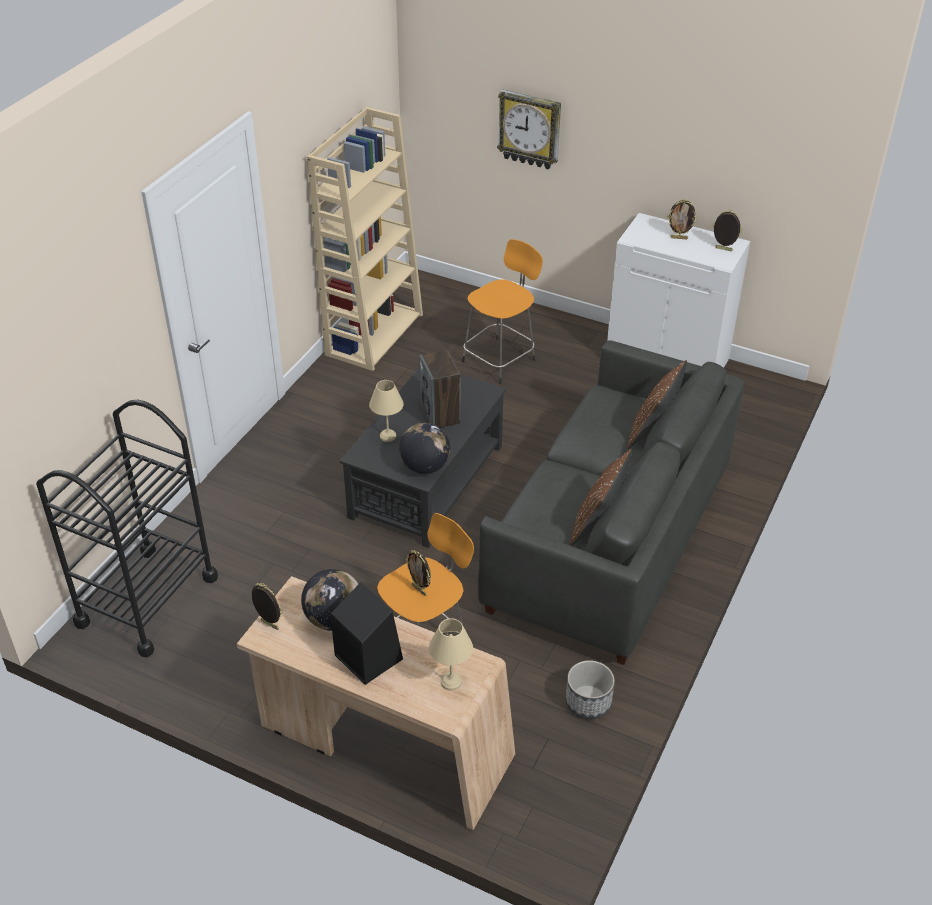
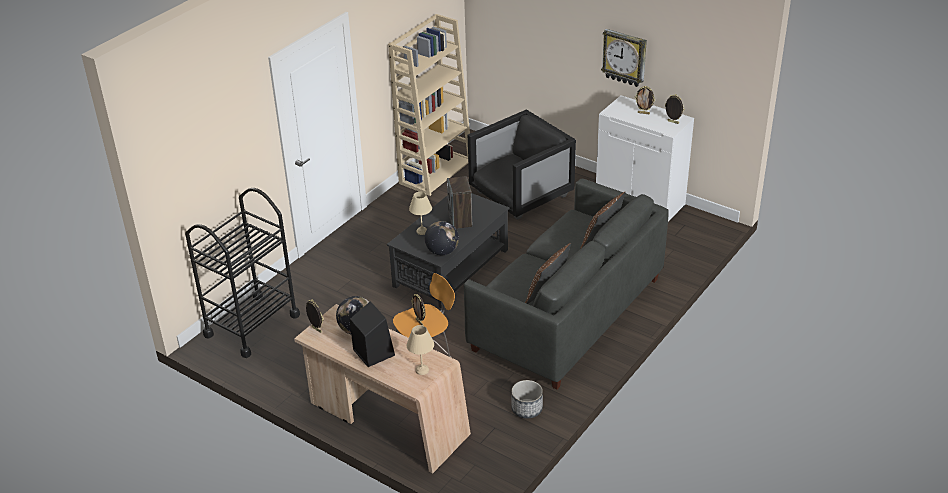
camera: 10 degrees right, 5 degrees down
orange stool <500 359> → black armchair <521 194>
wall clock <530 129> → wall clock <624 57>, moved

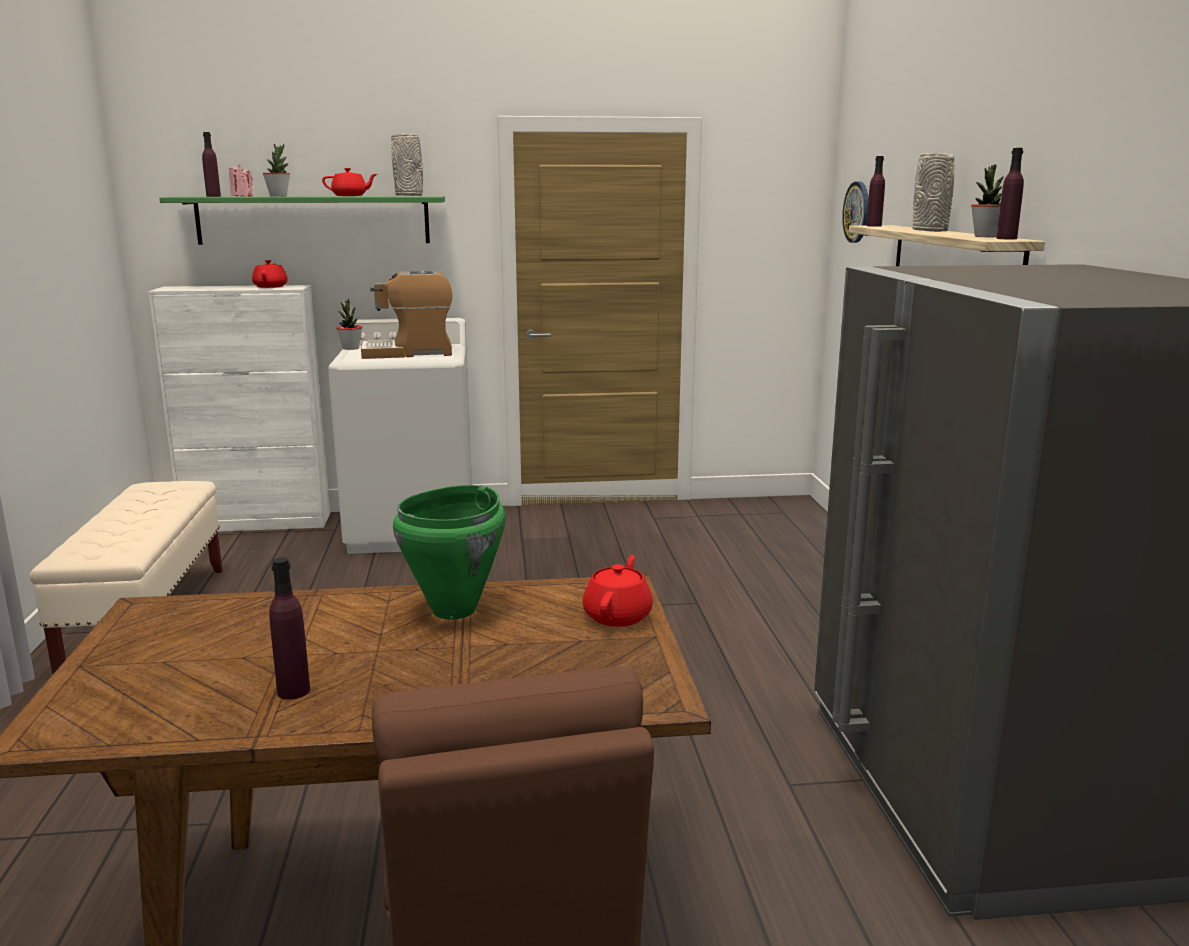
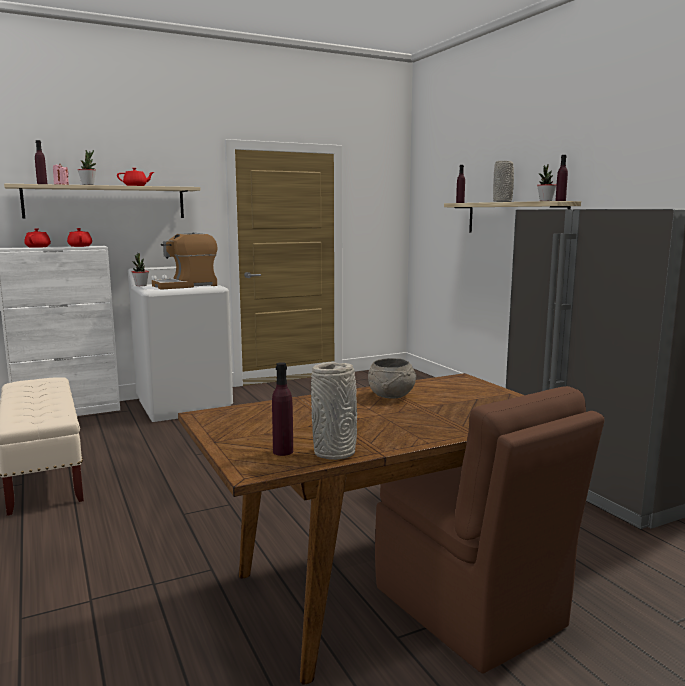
camera: 20 degrees left, 5 degrees down
green shelf <313 220> → beige shelf <106 202>
purple bottle <293 691> → purple bottle <283 451>, moved
grey vase <410 196> → grey vase <335 453>, moved
green cooking pot <455 610> → grey bowl <392 395>
red teapot <618 616> → red teapot <38 247>, moved
wall clock <857 212> → -

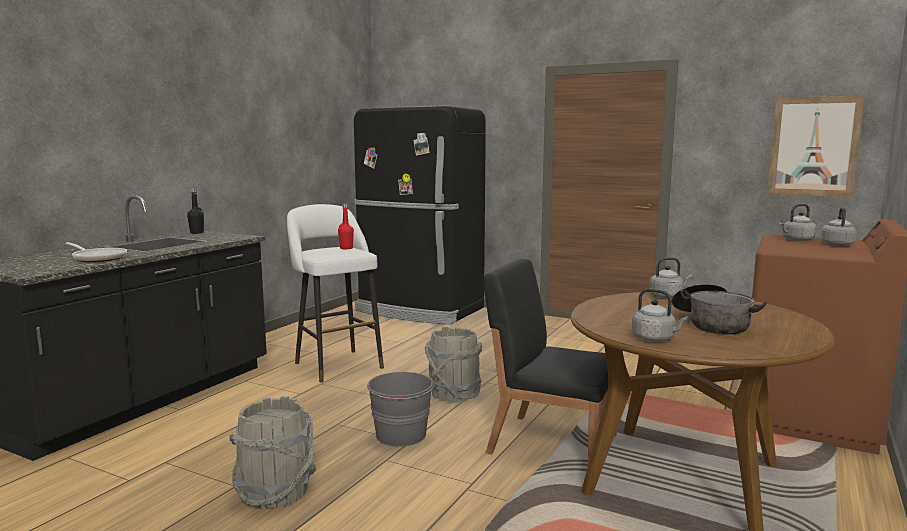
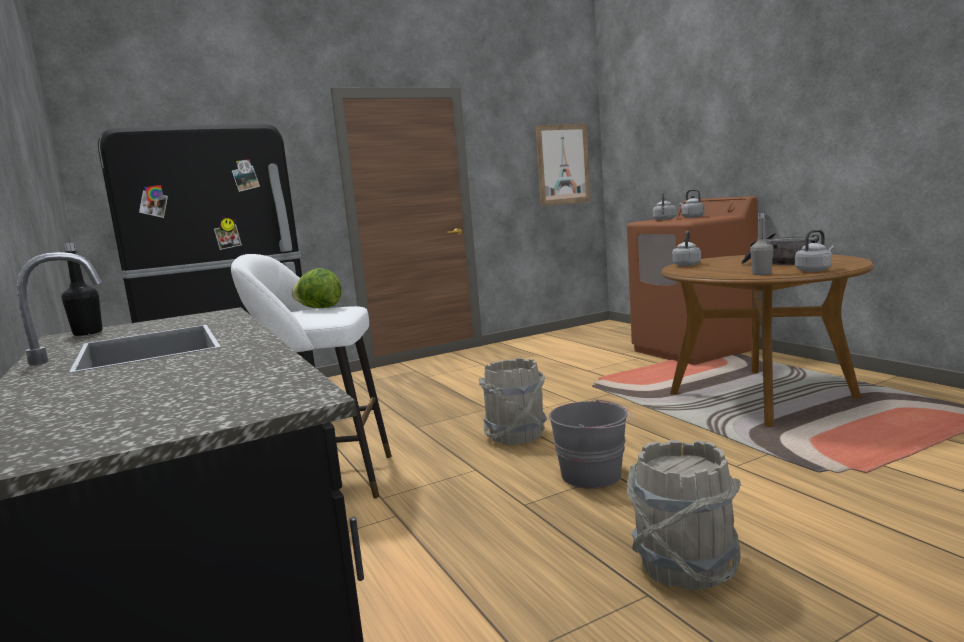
camera: 55 degrees left, 0 degrees up
frying pan <98 258> → -
red bottle <346 248> → lettuce <319 308>
black chair <551 443> → -
- → grey bottle <761 274>

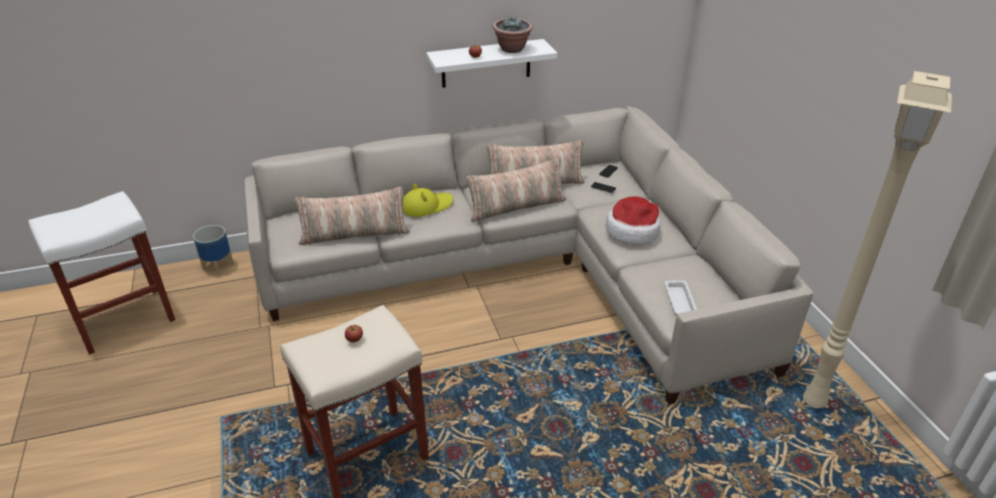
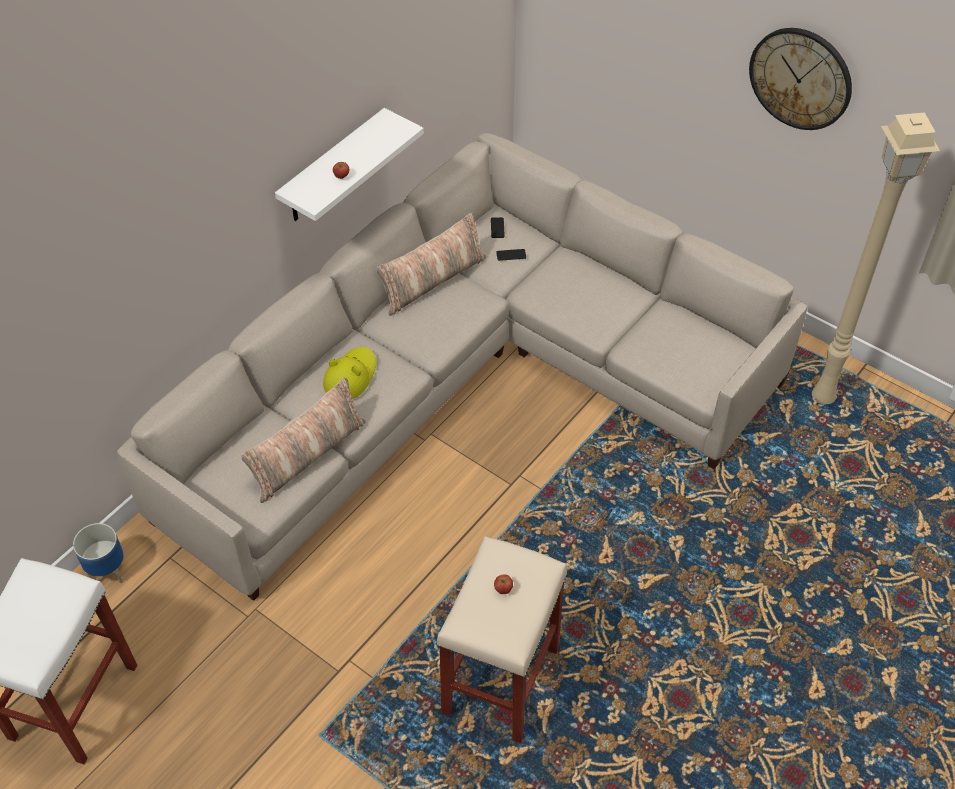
camera: 35 degrees left, 15 degrees up
pillow <516 207> → -
potted plant <512 49> → -
hat <632 230> → -
white tray <679 300> → -
- → wall clock <800 78>

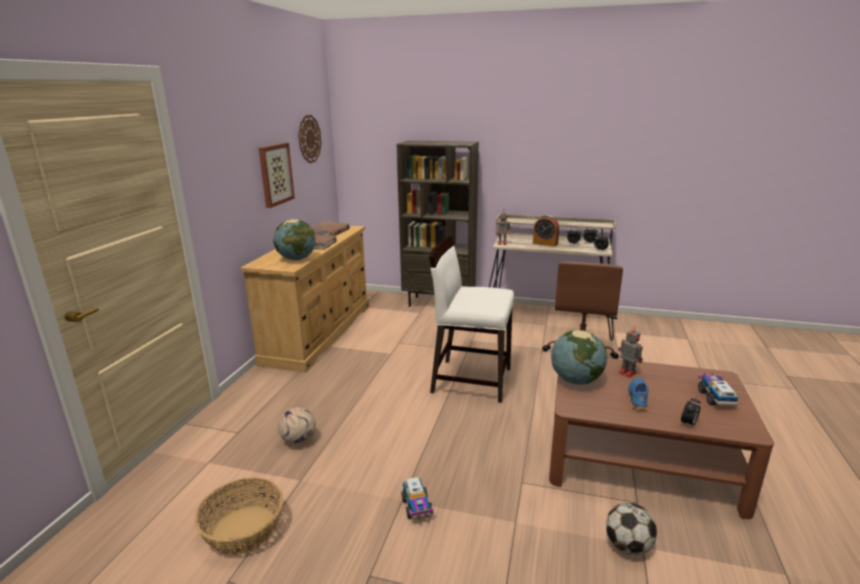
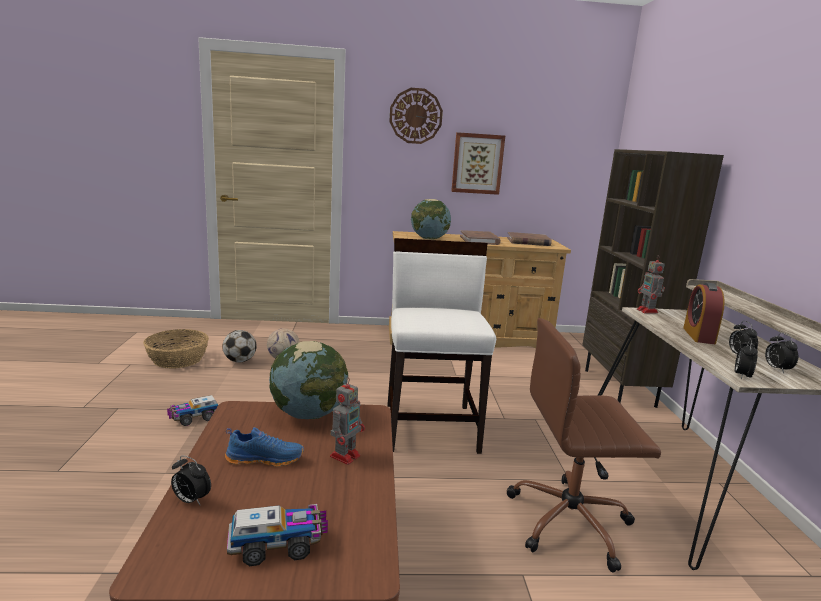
camera: 70 degrees right, 5 degrees down
wall clock <309 139> → wall clock <415 116>, moved
football <627 546> → football <240 361>, moved

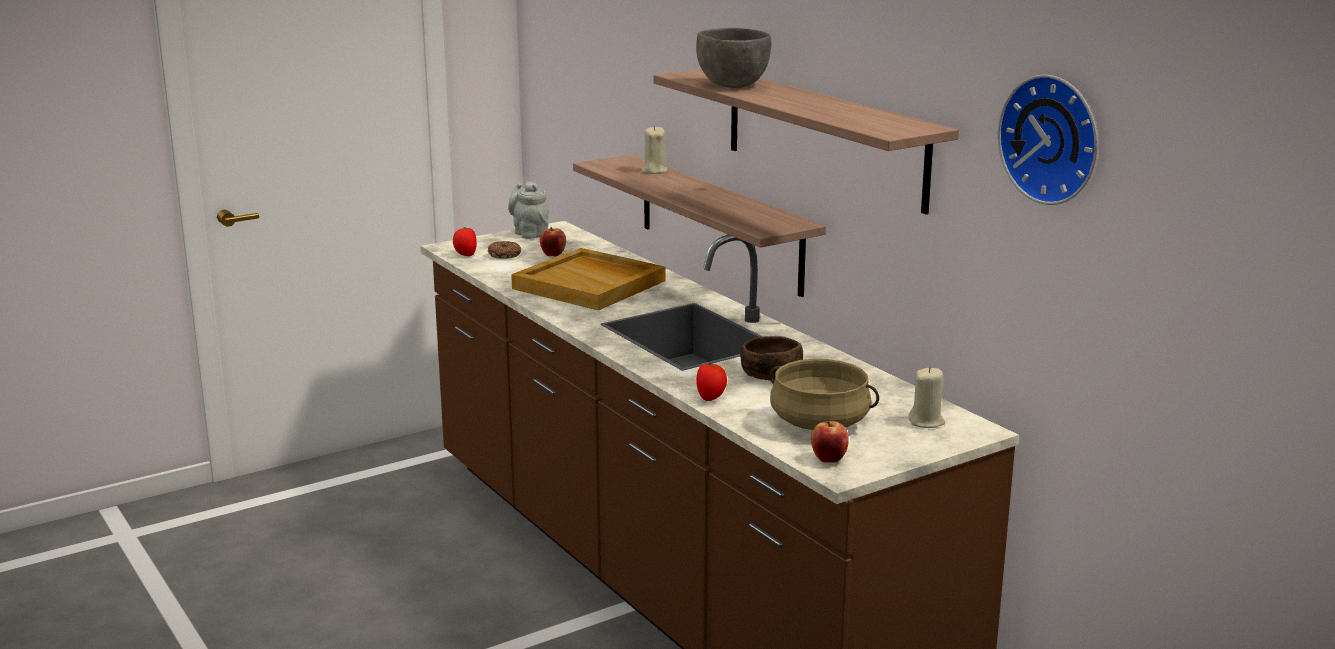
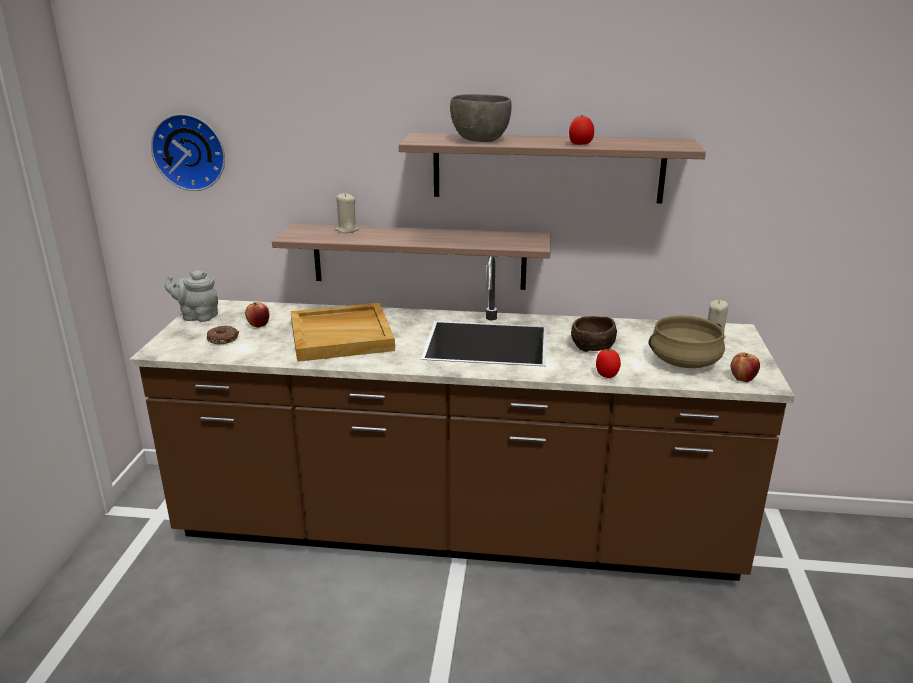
camera: 50 degrees left, 5 degrees up
tomato <465 255> → tomato <580 144>, moved
wall clock <1054 138> → wall clock <190 151>, moved

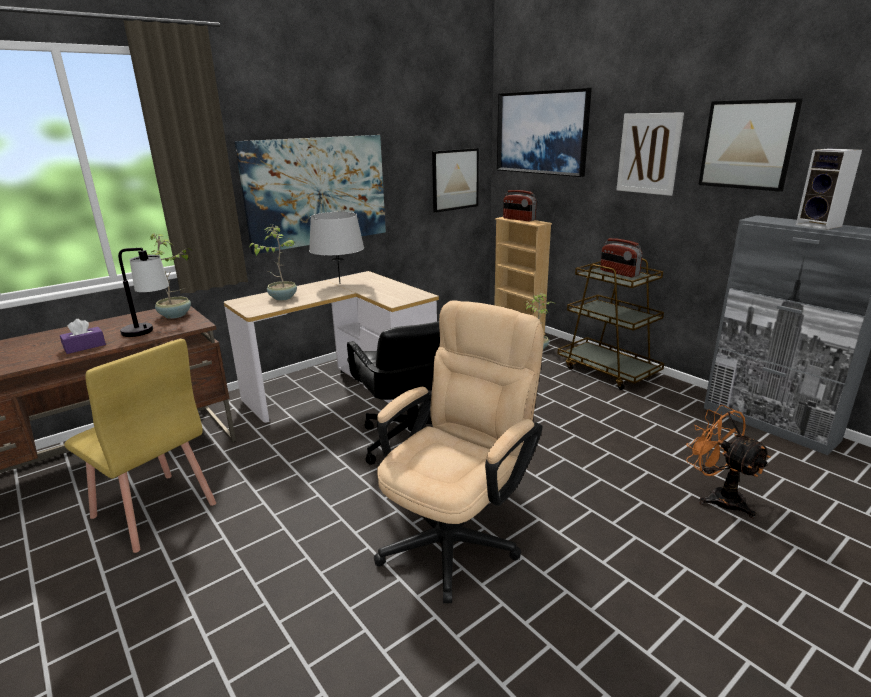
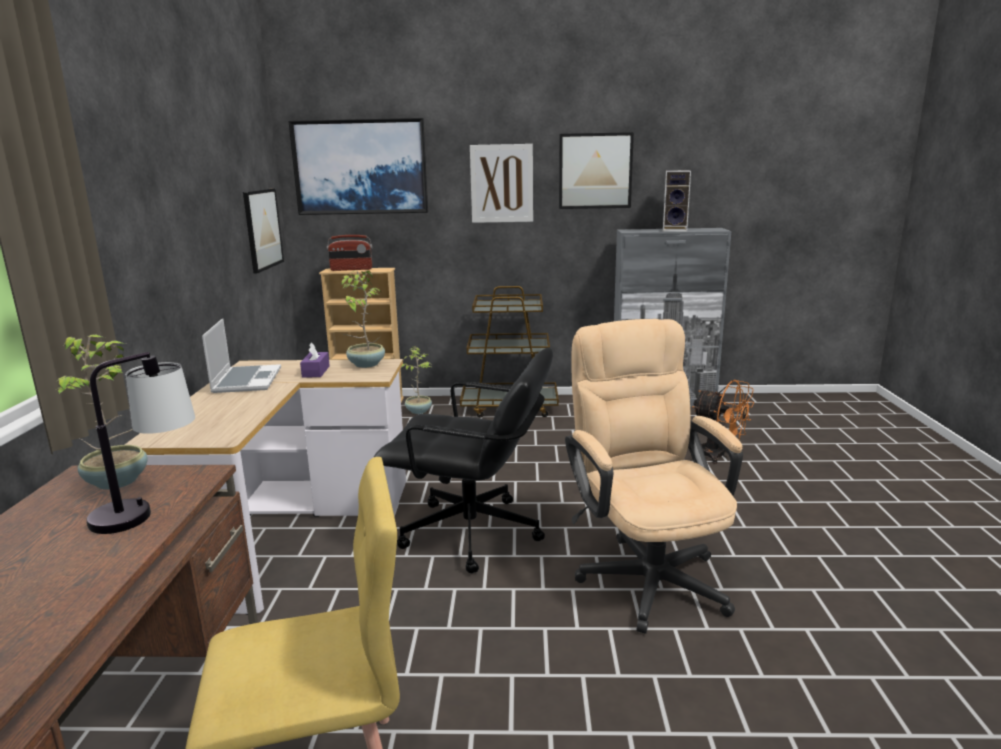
camera: 50 degrees left, 5 degrees down
purple tissue box <85 346> → purple tissue box <316 372>, moved
picture <317 191> → -
potted plant <282 297> → potted plant <365 364>, moved
grey table lamp <340 283> → laptop <246 380>
radio <619 273> → -
orange fan <718 497> → orange fan <719 455>, 150 degrees counterclockwise

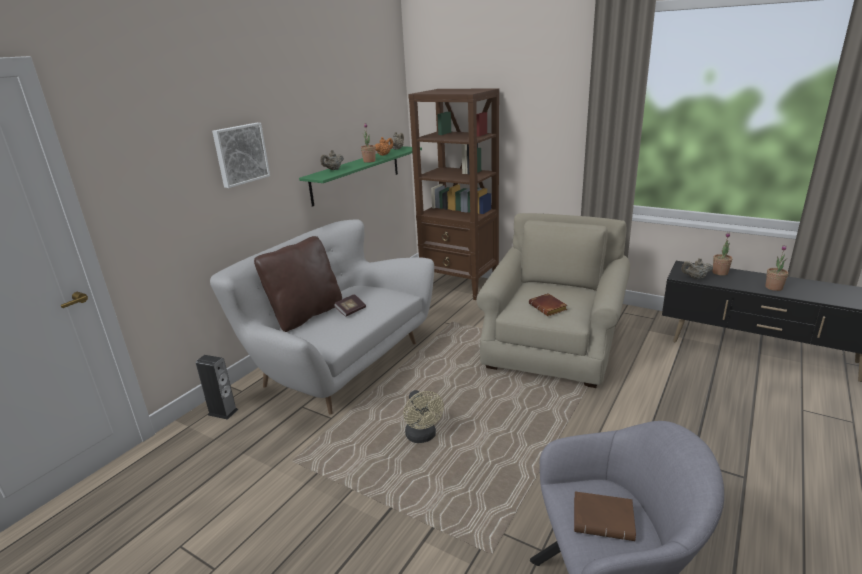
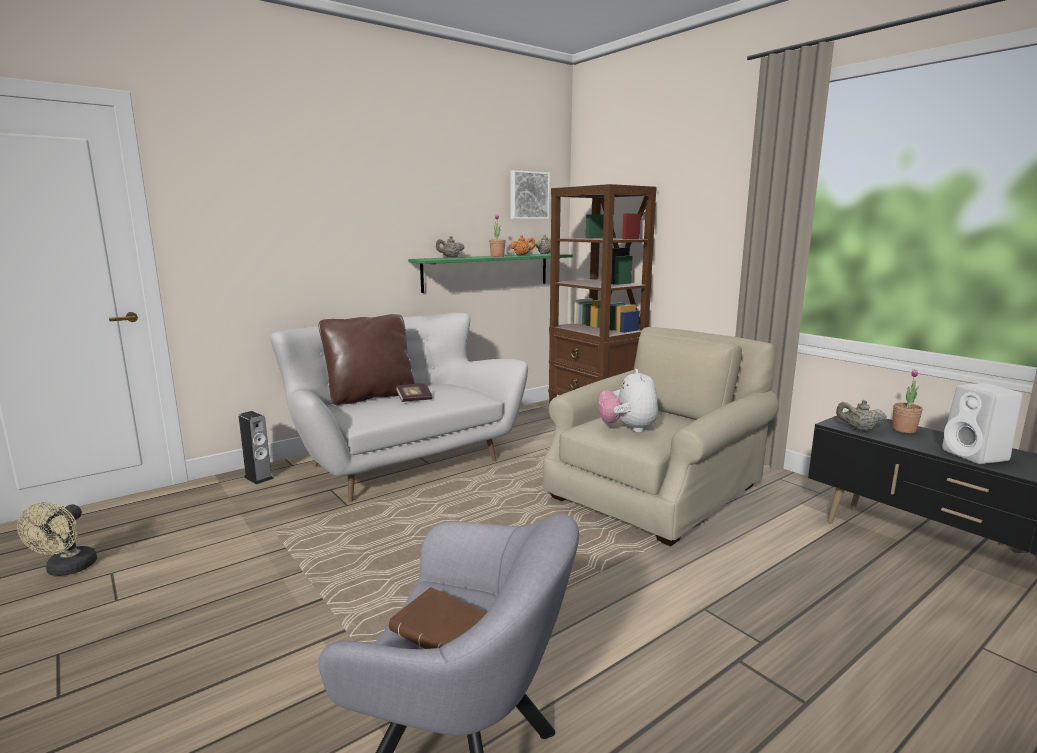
camera: 20 degrees right, 10 degrees down
picture <240 154> → picture <528 195>, moved
beige fan <423 437> → beige fan <67 569>, moved
brown book <549 308> → plush toy <628 429>
potted plant <773 287> → white speaker <976 456>

